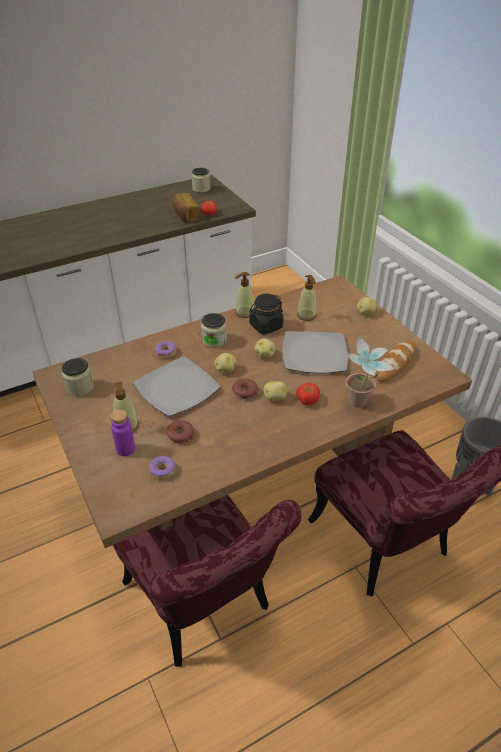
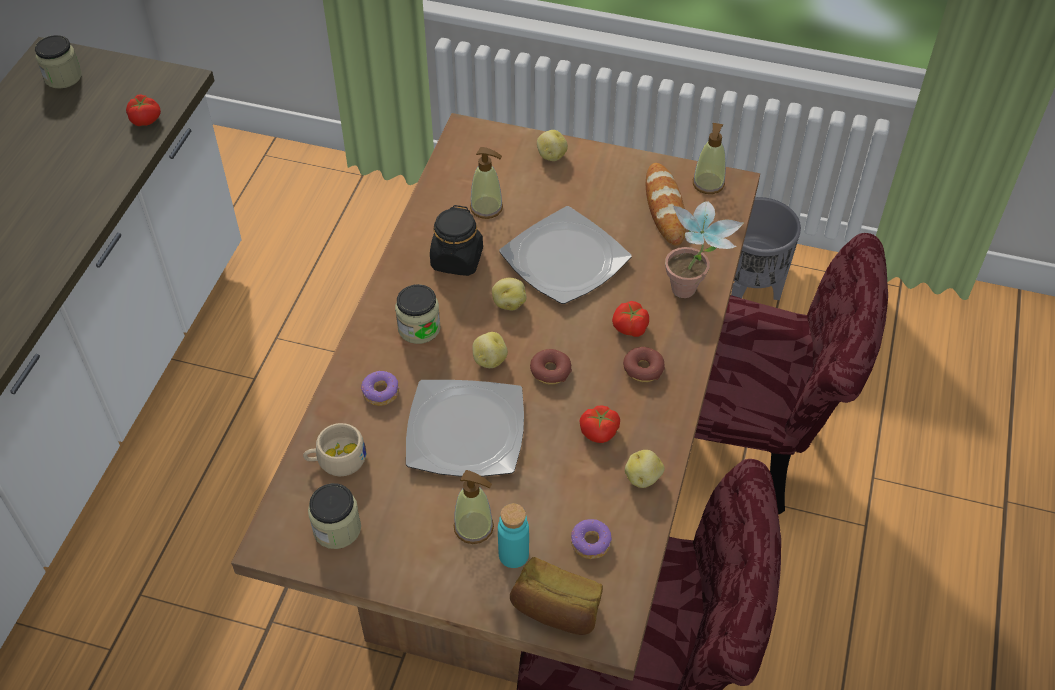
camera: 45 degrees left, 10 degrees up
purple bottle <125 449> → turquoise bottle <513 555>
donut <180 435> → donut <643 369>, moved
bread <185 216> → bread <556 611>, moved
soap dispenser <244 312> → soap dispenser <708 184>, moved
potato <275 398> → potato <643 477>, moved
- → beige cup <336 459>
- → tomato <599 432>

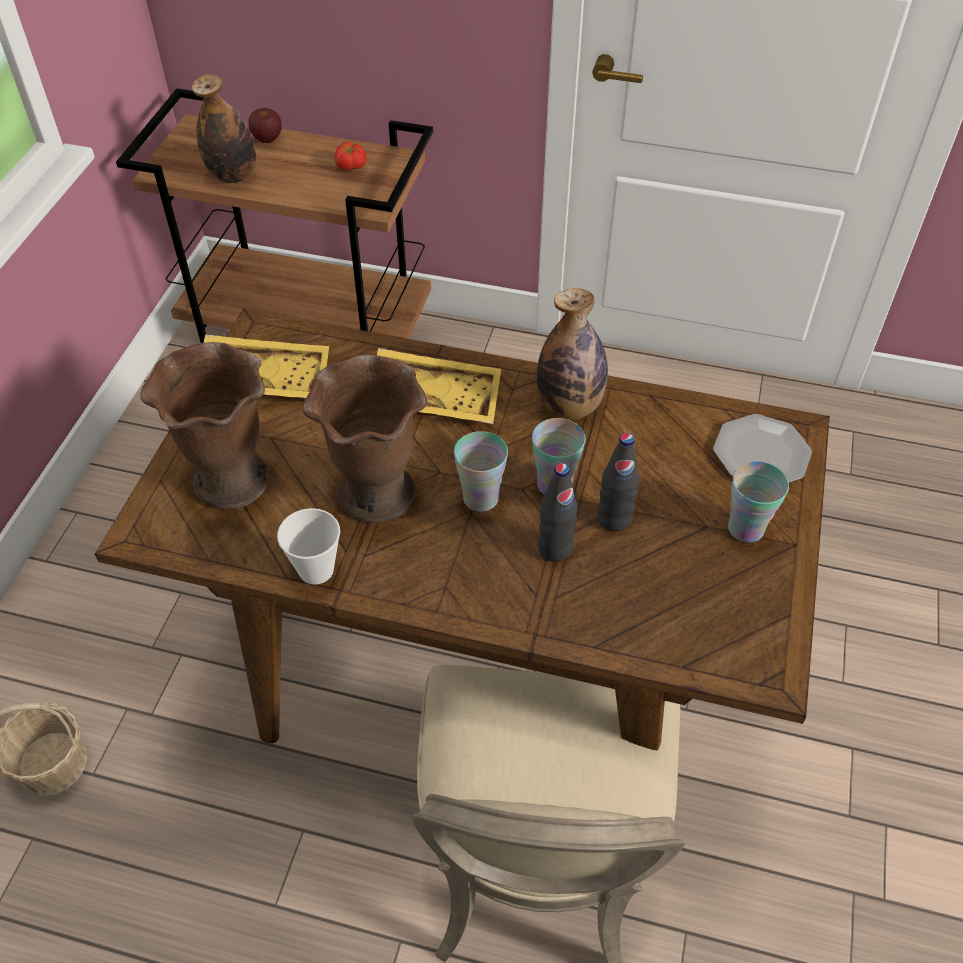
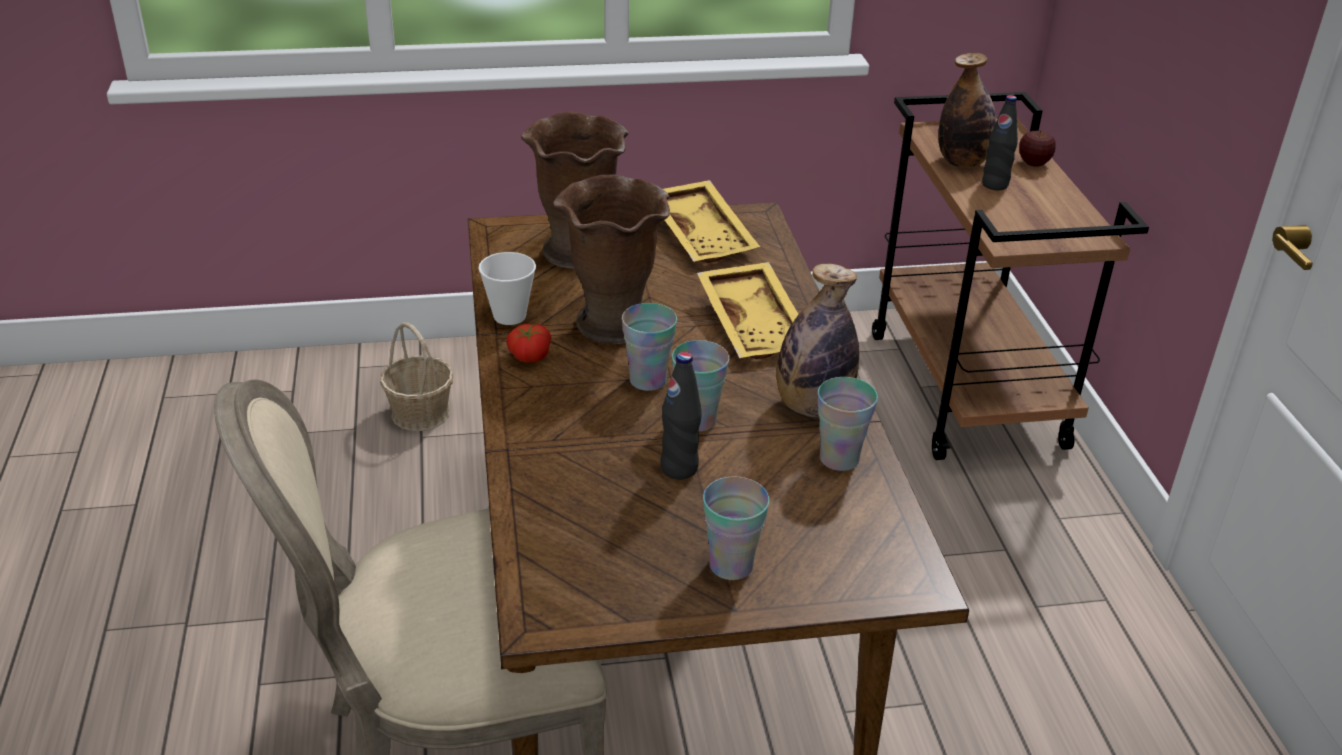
camera: 65 degrees right, 15 degrees down
tomato <350 166> → tomato <528 355>, moved
black bottle <555 548> → black bottle <995 185>, moved
plate <762 454> → -
- → cup <839 459>

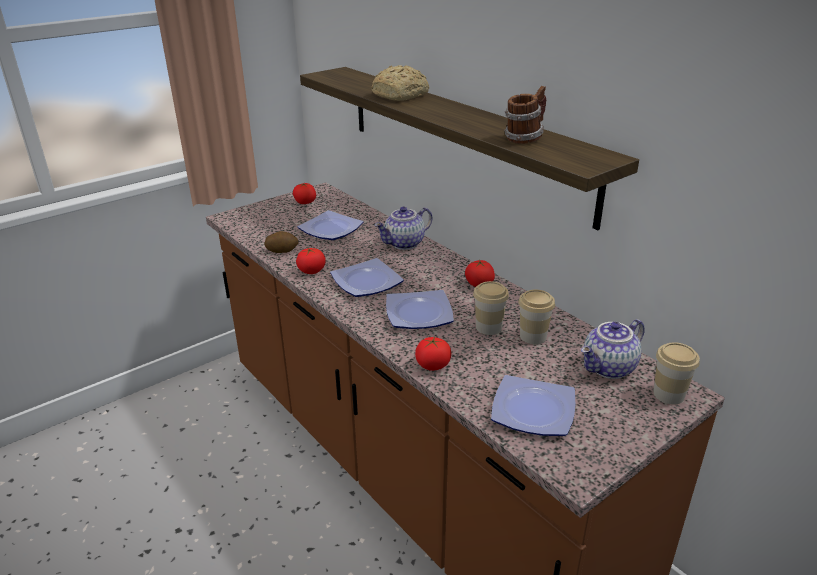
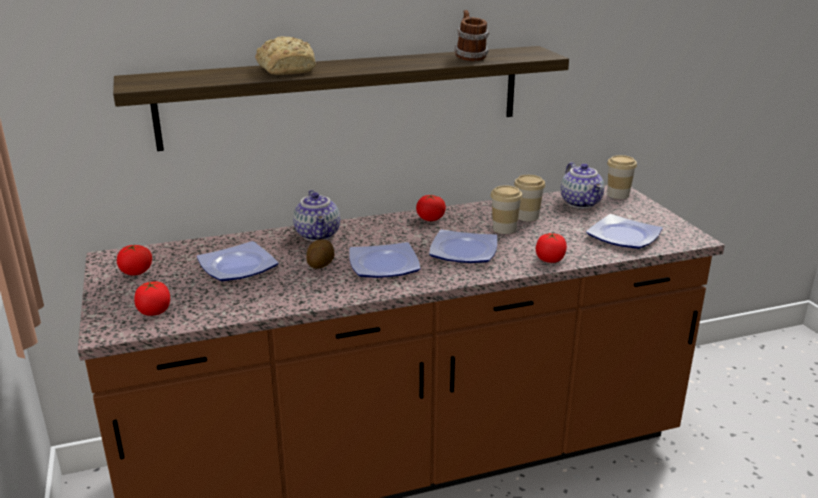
camera: 70 degrees left, 5 degrees down
potato <282 251> → potato <320 264>, moved
tomato <312 271> → tomato <154 311>, moved

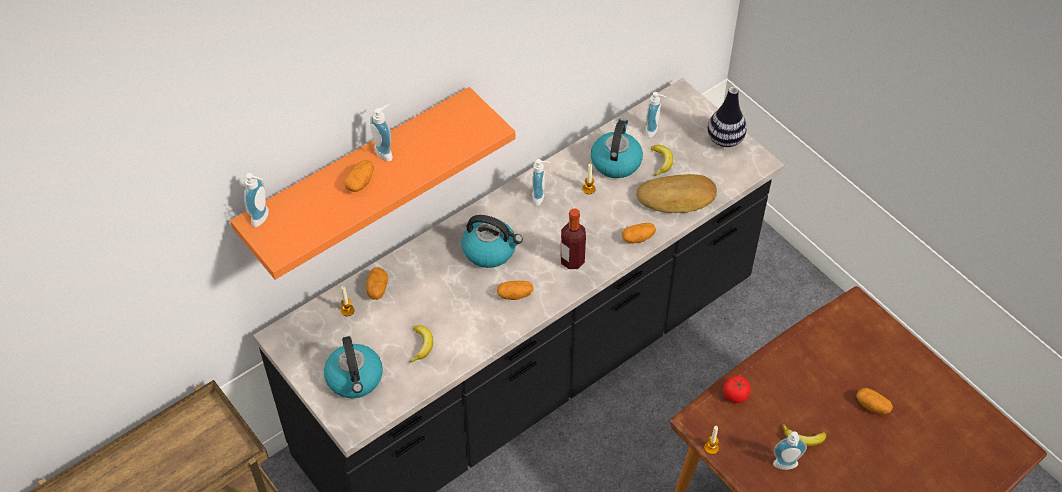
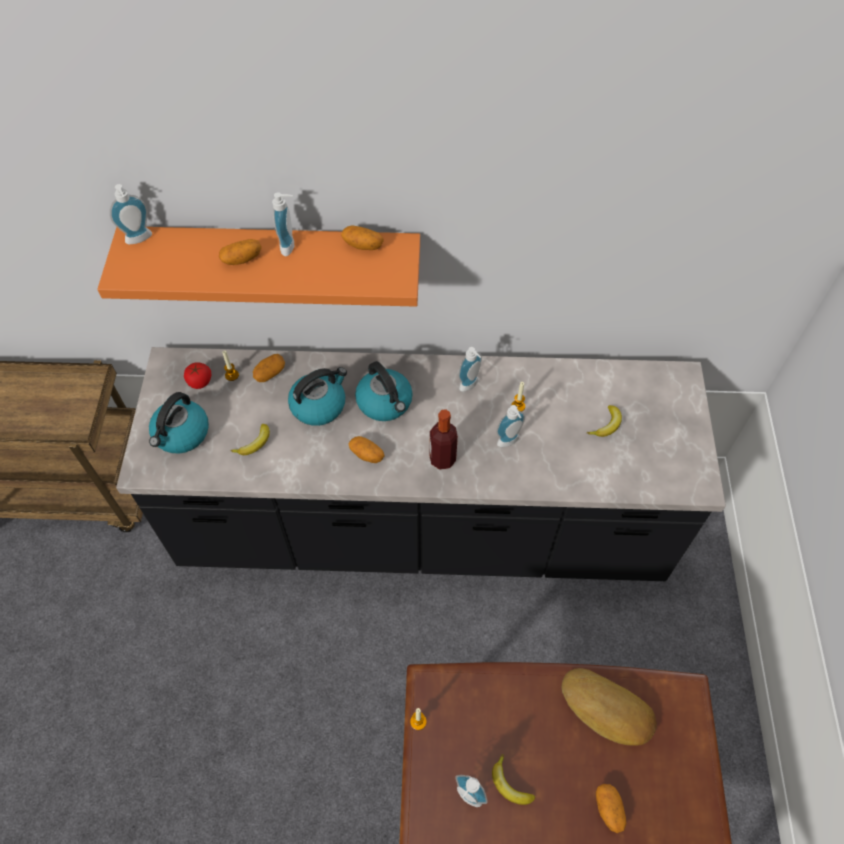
camera: 40 degrees right, 5 degrees up
kettle <616 161> → kettle <319 405>, moved
potato <638 238> → potato <363 245>, moved
bread <677 198> → bread <606 710>, moved
soap dispenser <654 131> → soap dispenser <509 442>, moved
vase <725 139> → -
tomato <735 395> → tomato <200 382>, moved

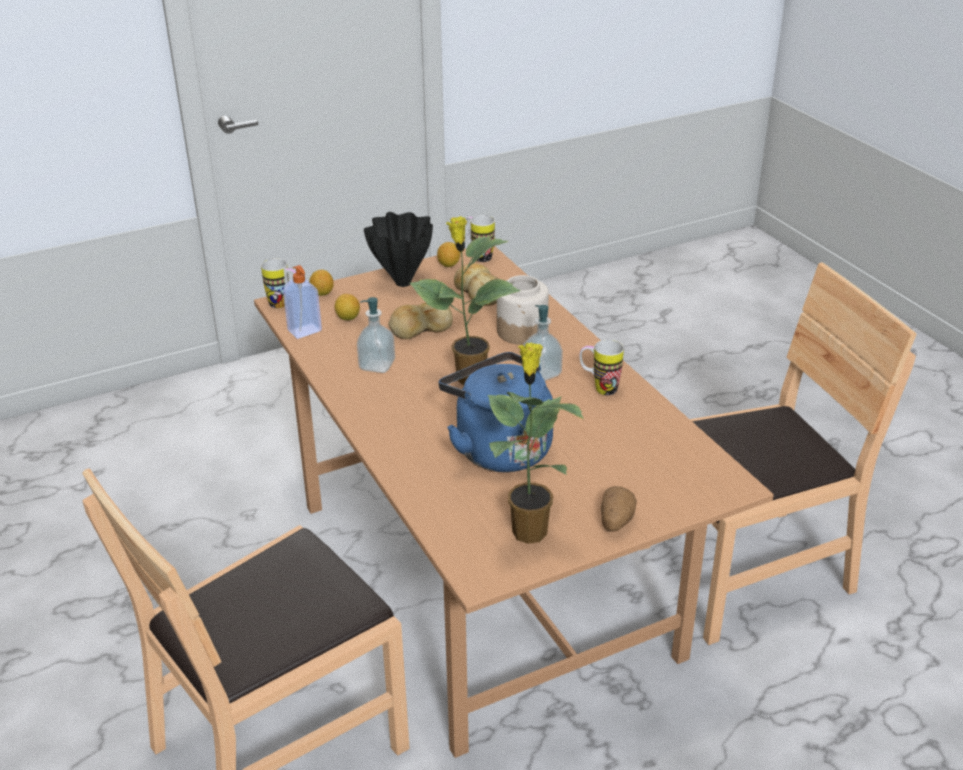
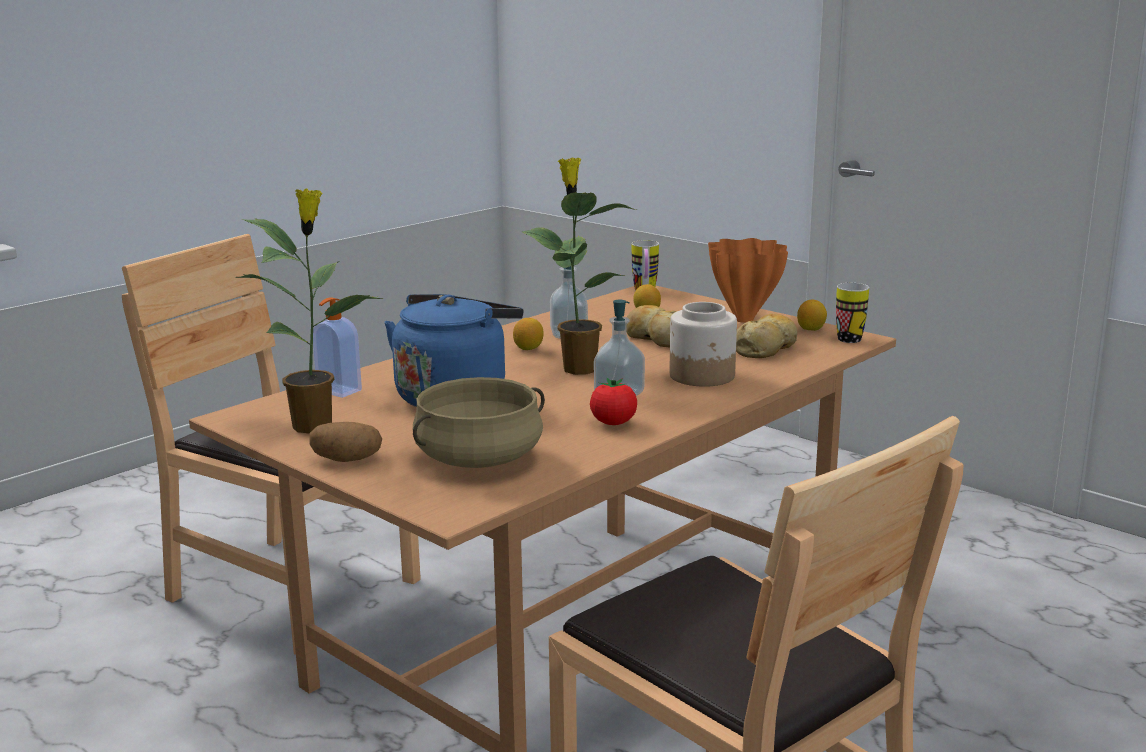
camera: 70 degrees right, 15 degrees down
soap dispenser <305 331> → soap dispenser <338 391>, moved
lemon <322 293> → lemon <528 348>, moved
black vase <402 282> → orange vase <745 319>
mug <599 388> → tomato <613 423>
- → beige cooking pot <479 459>

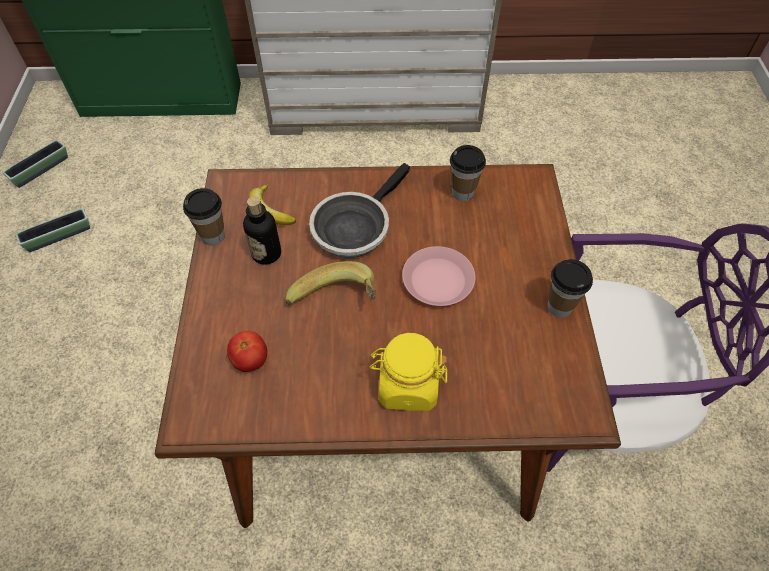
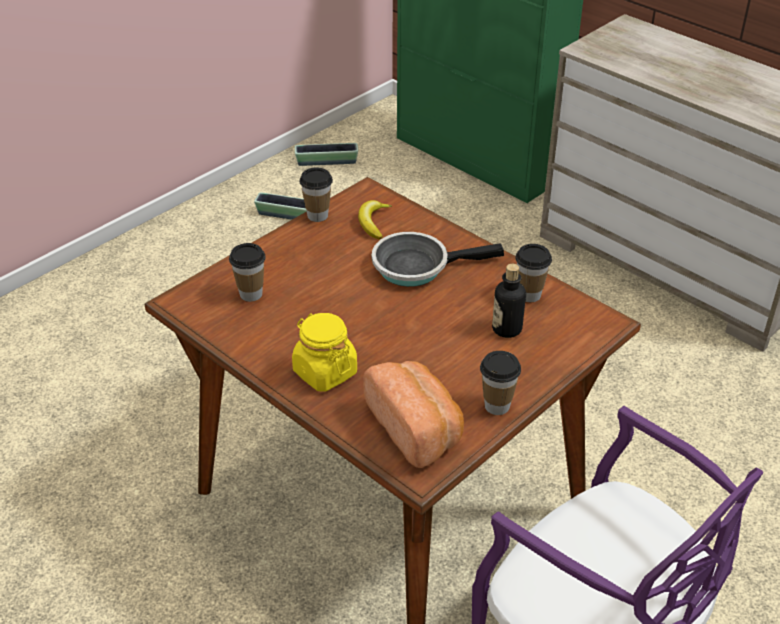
camera: 45 degrees right, 15 degrees down
tomato <250 360> → cup <251 294>
bottle <266 253> → bottle <507 329>, moved
banana <336 304> → -
pink plate <438 280> → -
- → bread <416 428>

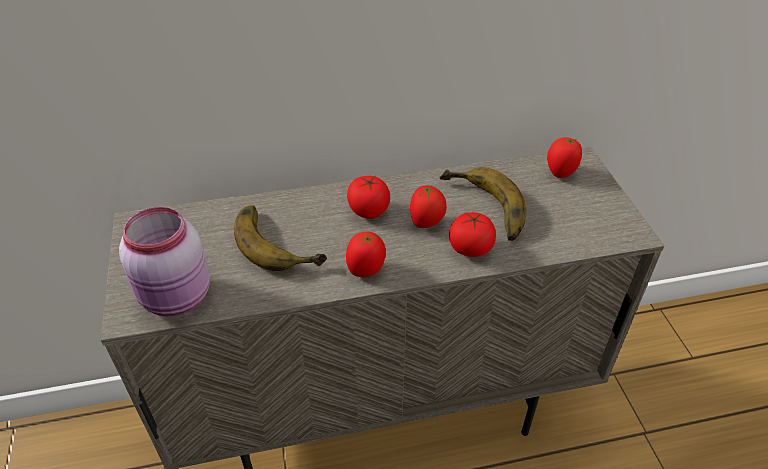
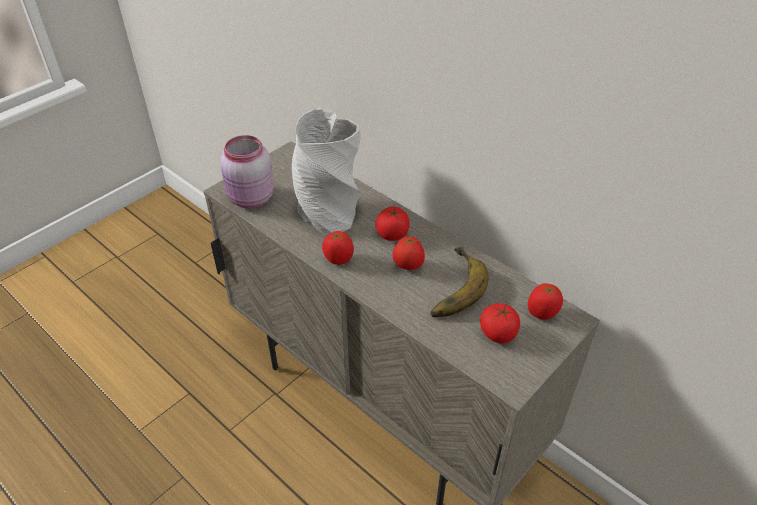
camera: 55 degrees right, 0 degrees up
banana <279 240> → grey vase <328 211>
tomato <470 248> → tomato <498 333>, moved

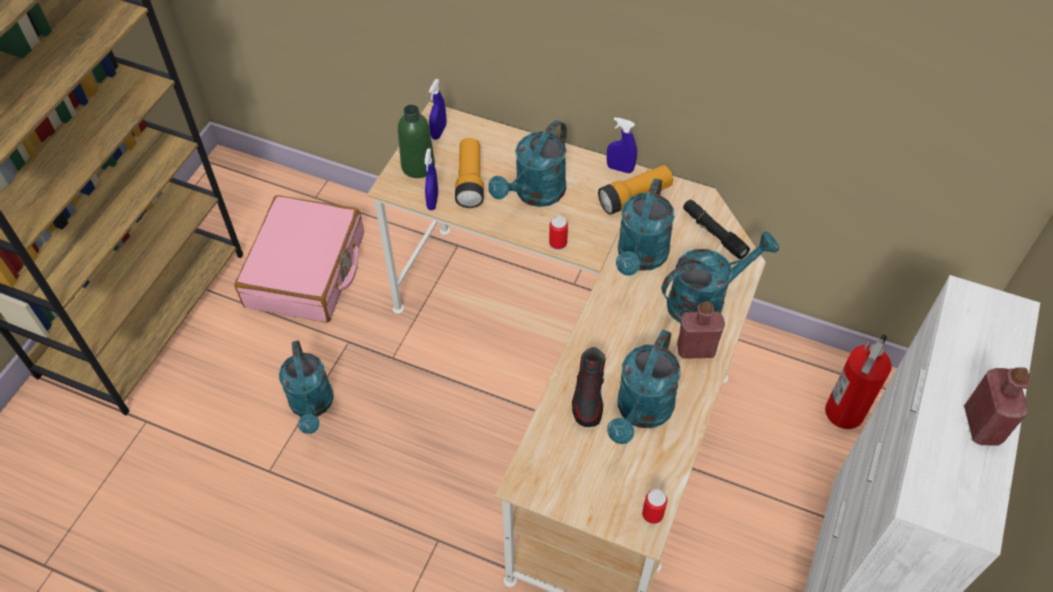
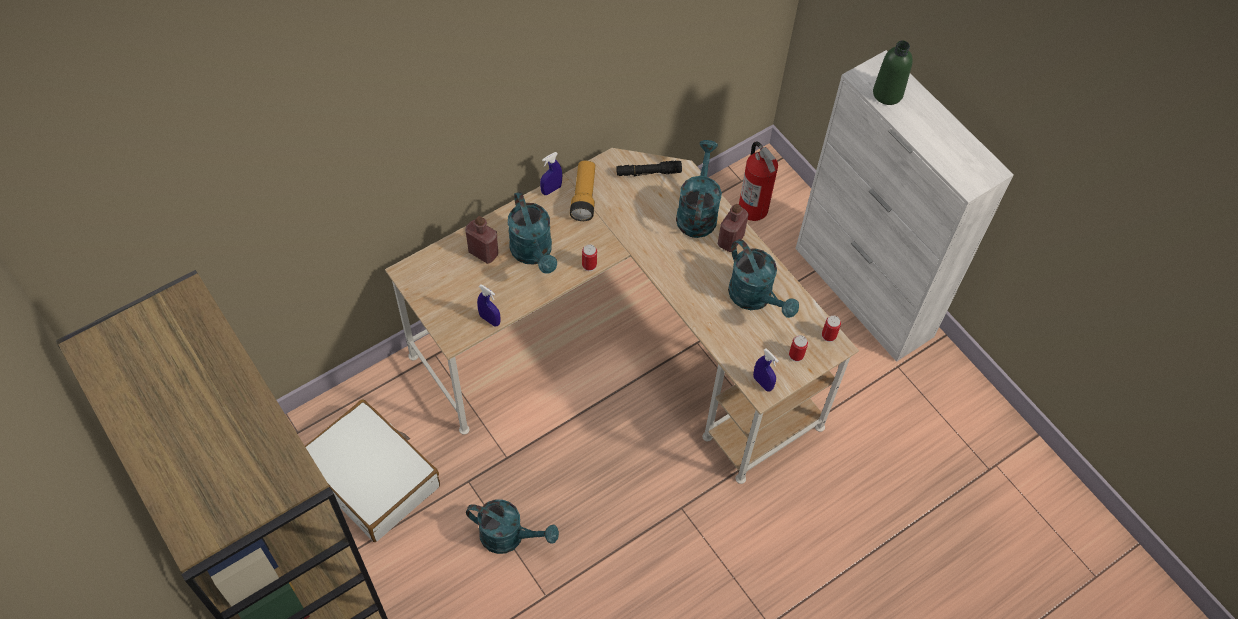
camera: 60 degrees left, 5 degrees up
pink suitcase <306 271> → white suitcase <373 477>
green bottle <418 166> → green bottle <887 93>, moved
blue spray bottle <438 132> → blue spray bottle <762 383>, moved
flashlight <470 181> → -
shoe <589 396> → -
turquoise watering can <640 258> → -
red bottle <982 425> → red bottle <483 252>, moved
- → can <796 355>

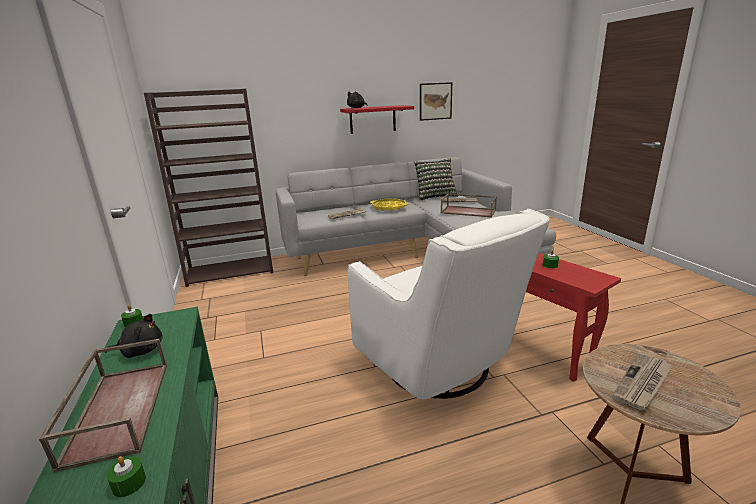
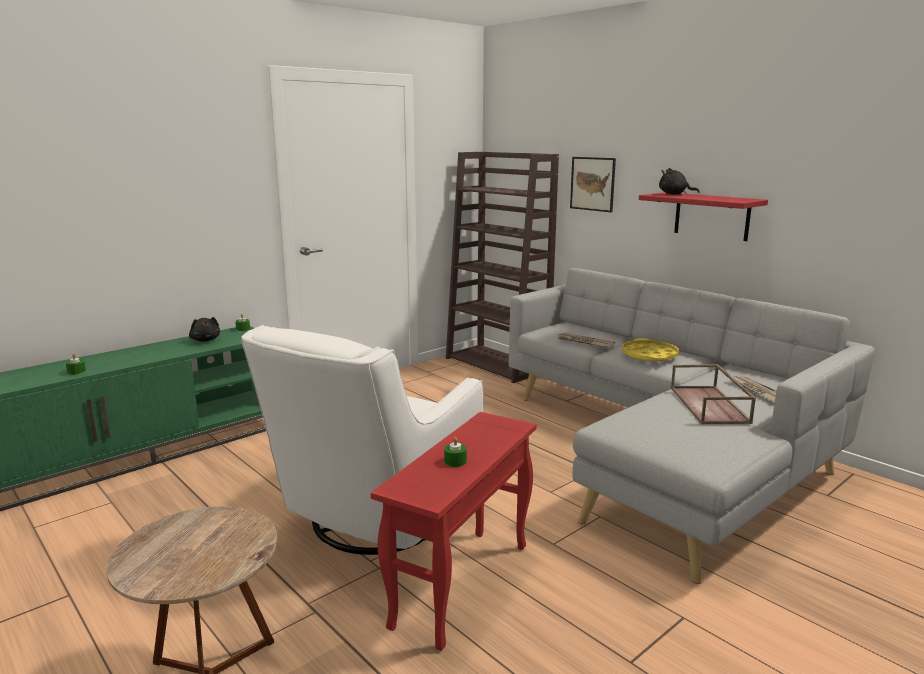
camera: 65 degrees right, 5 degrees down
brown tray <118 409> → -
pillow <435 196> → -
picture <435 101> → picture <592 184>, moved
newspaper <643 383> → -

